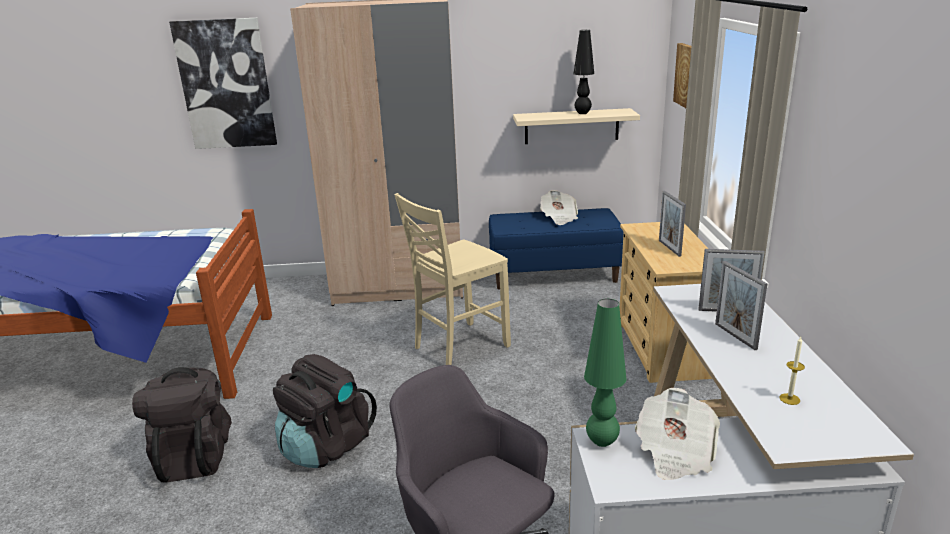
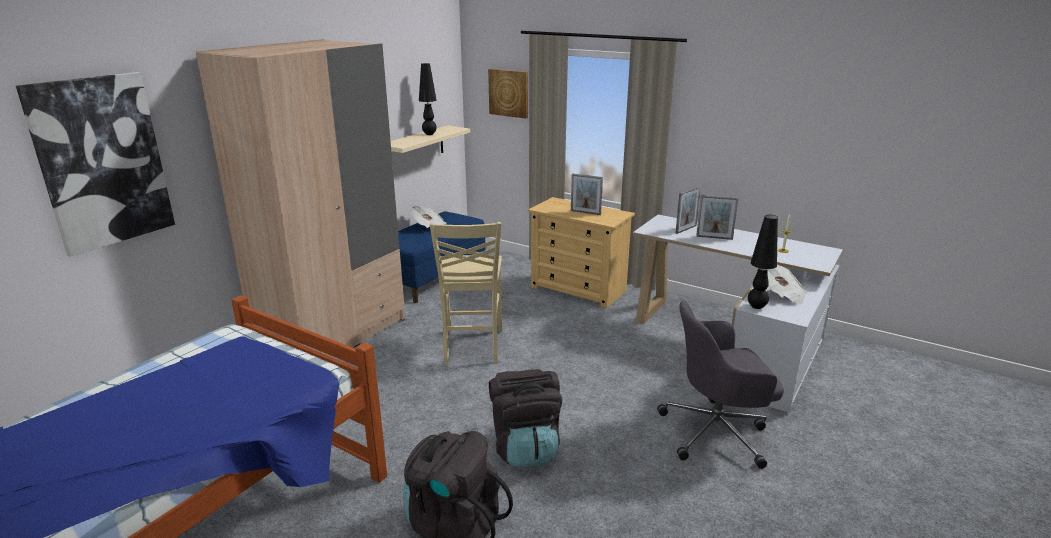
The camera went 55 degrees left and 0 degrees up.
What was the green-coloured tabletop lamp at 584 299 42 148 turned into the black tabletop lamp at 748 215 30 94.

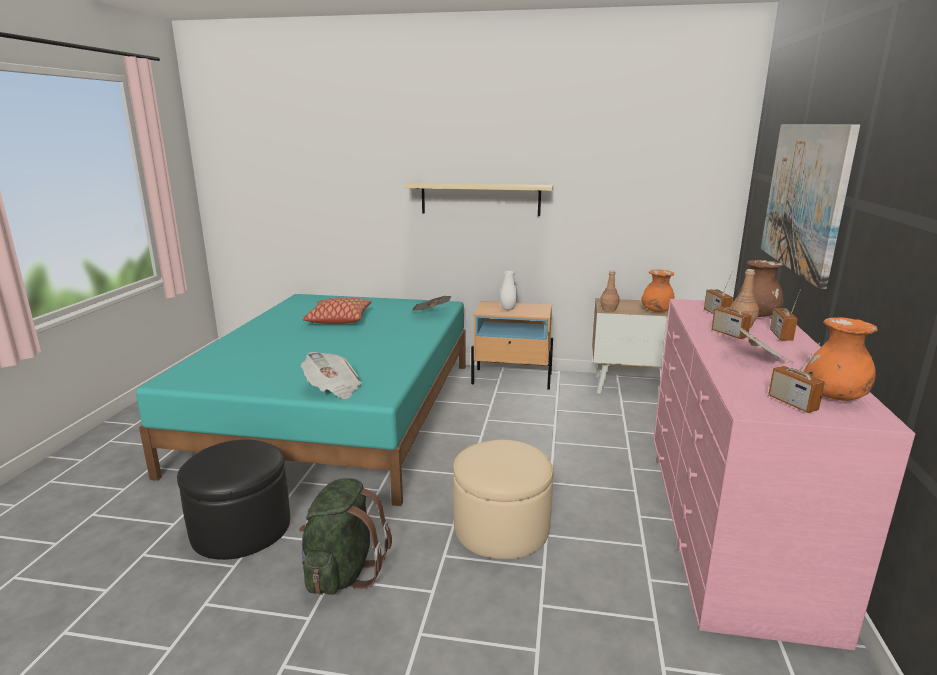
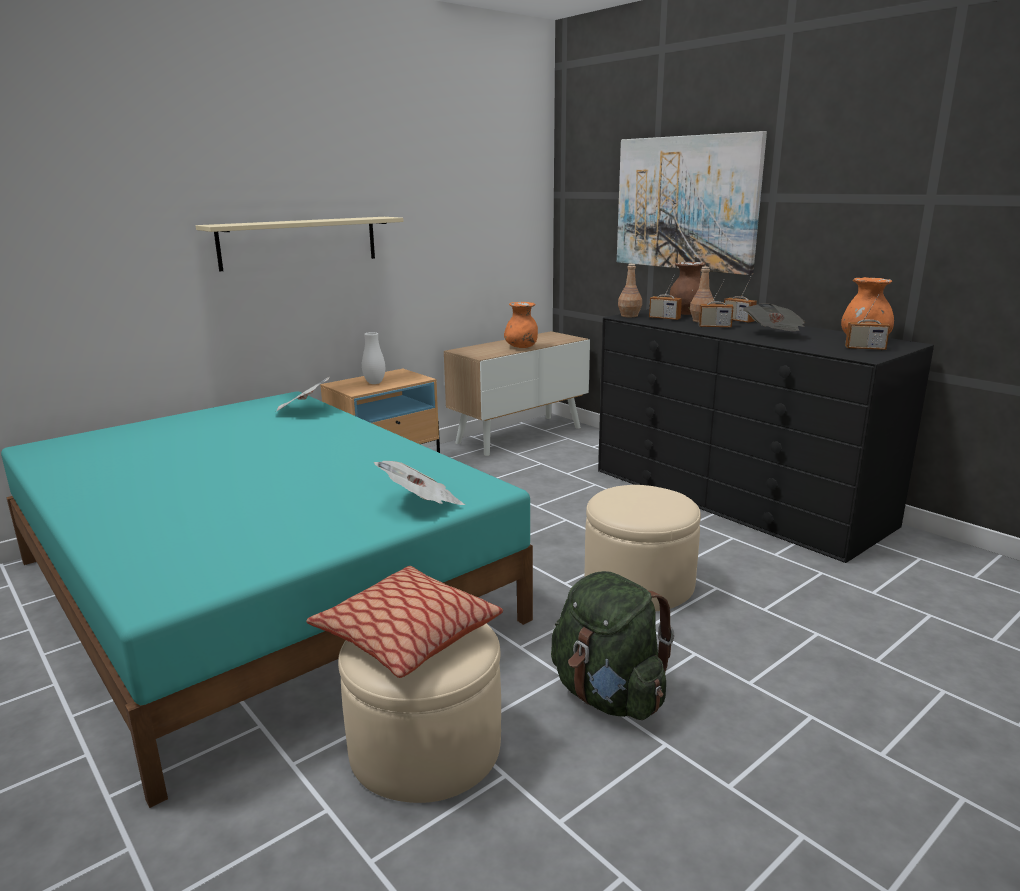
The camera went 50 degrees left and 0 degrees up.
The throw pillow ended up elsewhere, having gone from 303 298 68 26 to 306 566 197 112.
What was the black footrest at 177 440 113 120 turned into the beige-coloured footrest at 338 624 163 179.
What was the pinkish dresser at 654 299 261 351 turned into the black dresser at 598 309 336 254.
The brown bottle ended up elsewhere, having gone from 600 270 20 42 to 618 264 24 53.

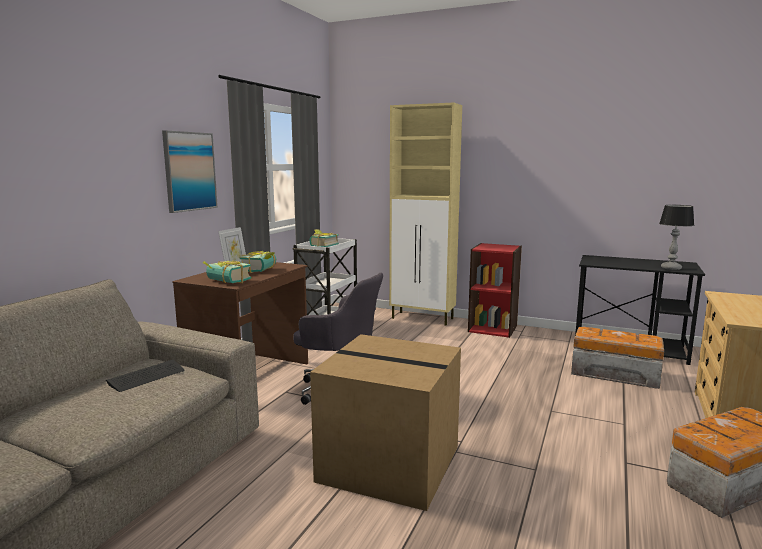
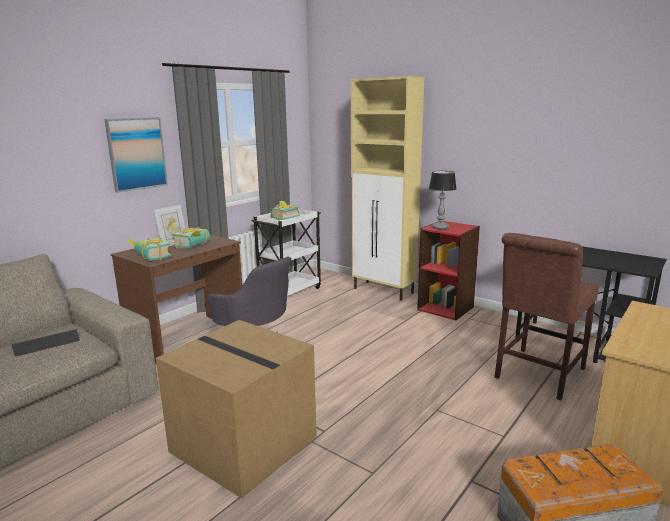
The camera went 15 degrees right and 5 degrees up.
The tabletop lamp ended up elsewhere, having gone from 659 205 35 65 to 429 171 27 58.
Where the storage container stood at 571 327 93 62, the brown plain chair came to stand at 494 233 105 167.

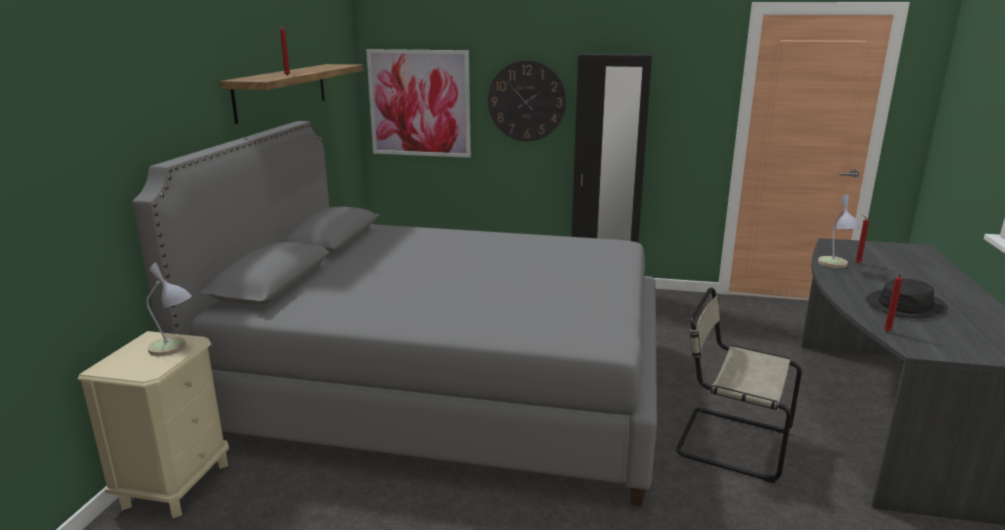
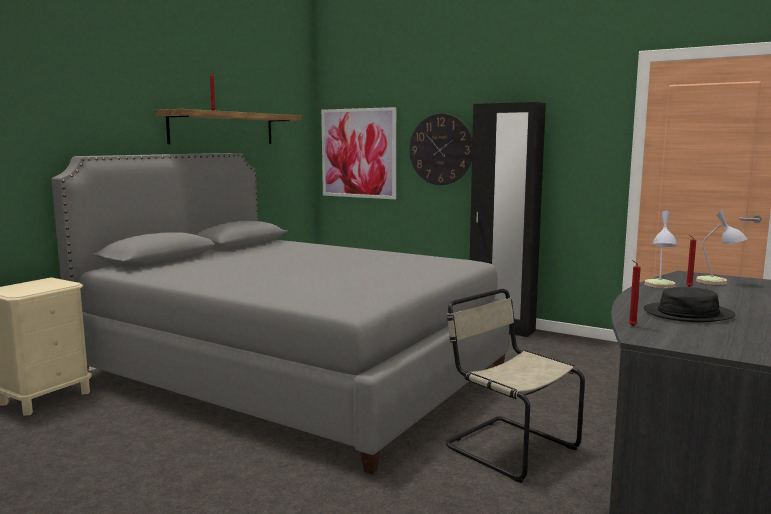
The camera went 20 degrees right and 10 degrees down.
The tabletop lamp ended up elsewhere, having gone from 146 262 46 94 to 696 209 51 76.

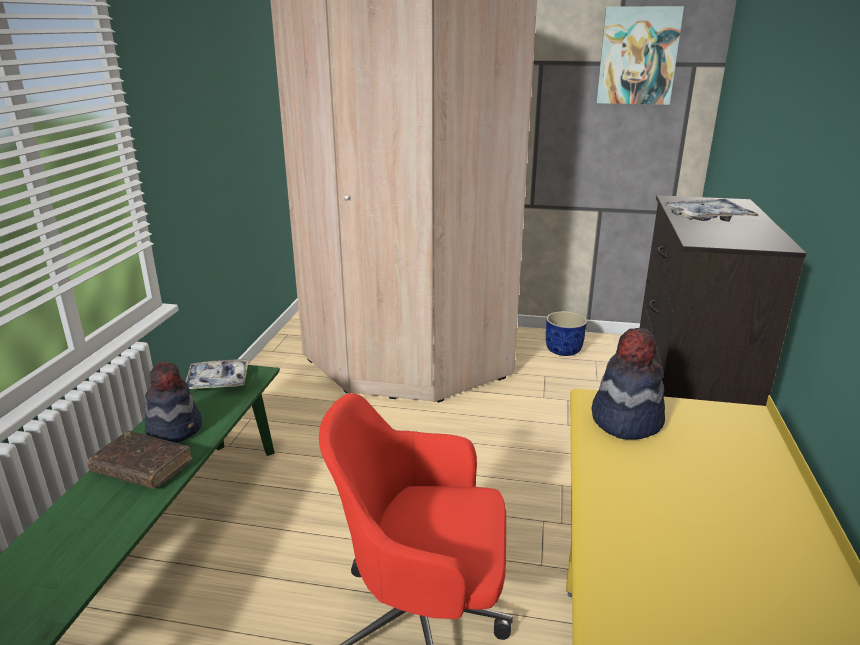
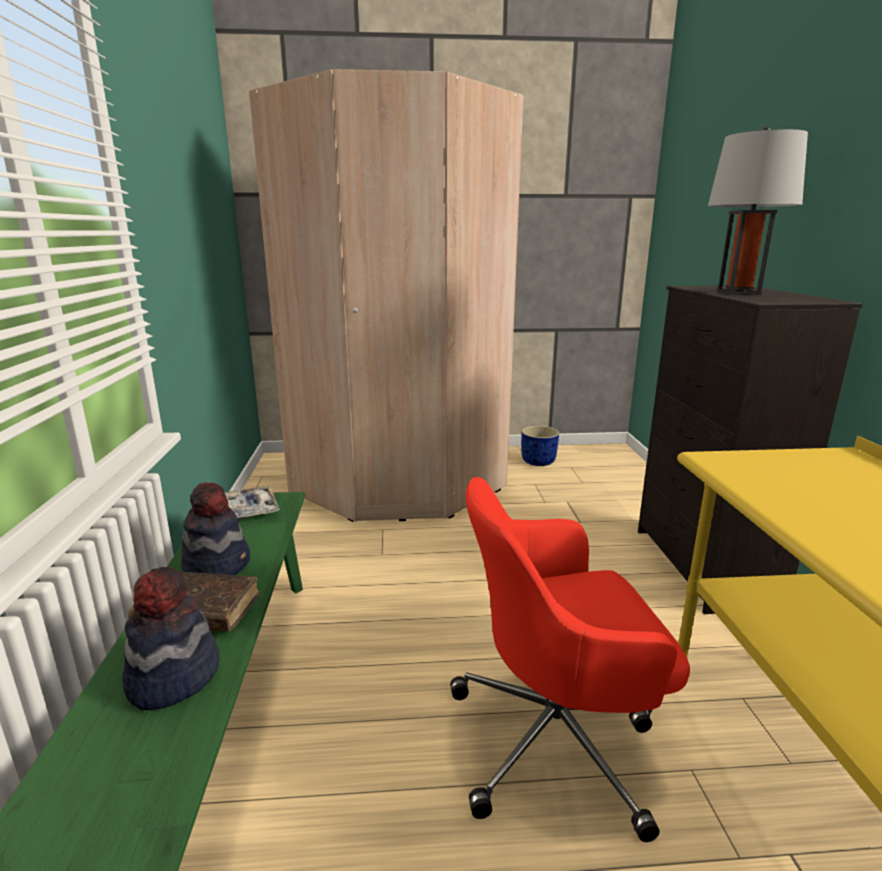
The camera went 15 degrees left and 5 degrees down.
The wearable hat ended up elsewhere, having gone from 592 328 73 112 to 123 567 97 143.
Where the serving tray stood at 663 199 96 23, the gray tabletop lamp came to stand at 708 126 100 169.
The second view lost the wall picture at 596 6 88 99.

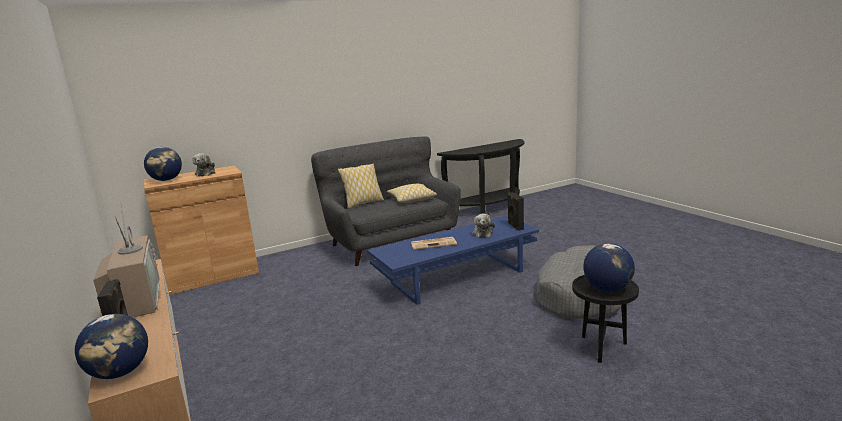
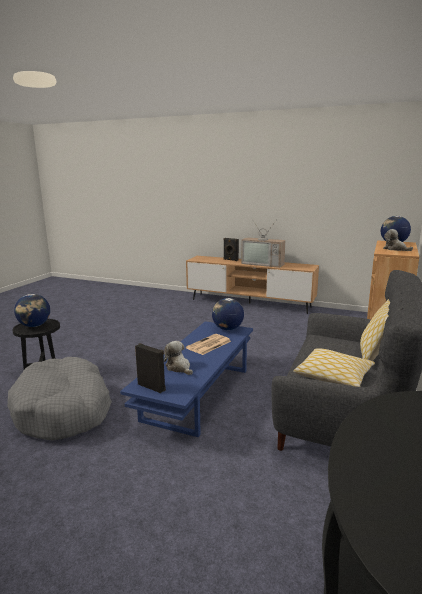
The camera went 140 degrees right and 0 degrees up.
The desk globe ended up elsewhere, having gone from 75 314 73 65 to 212 298 32 32.

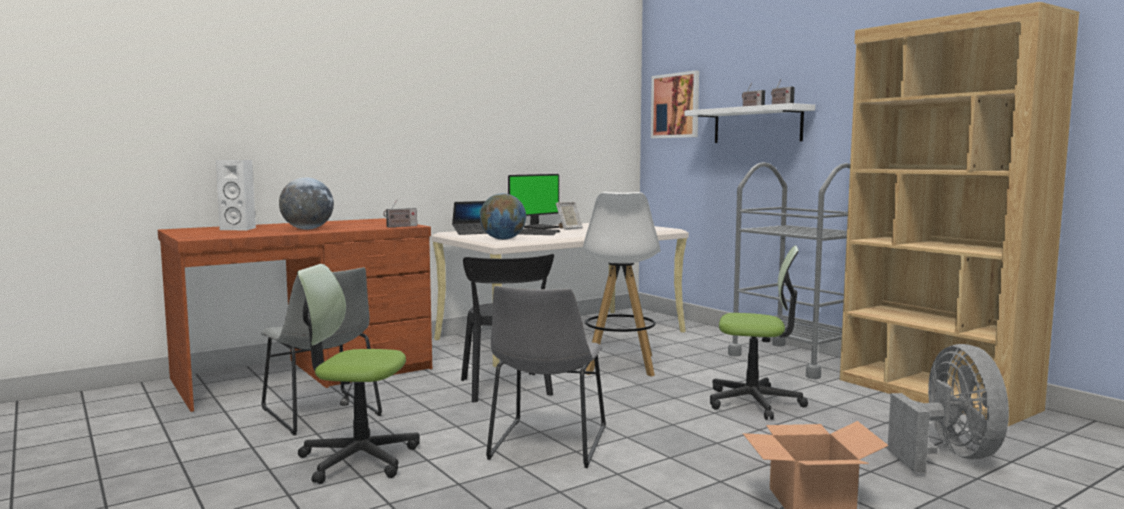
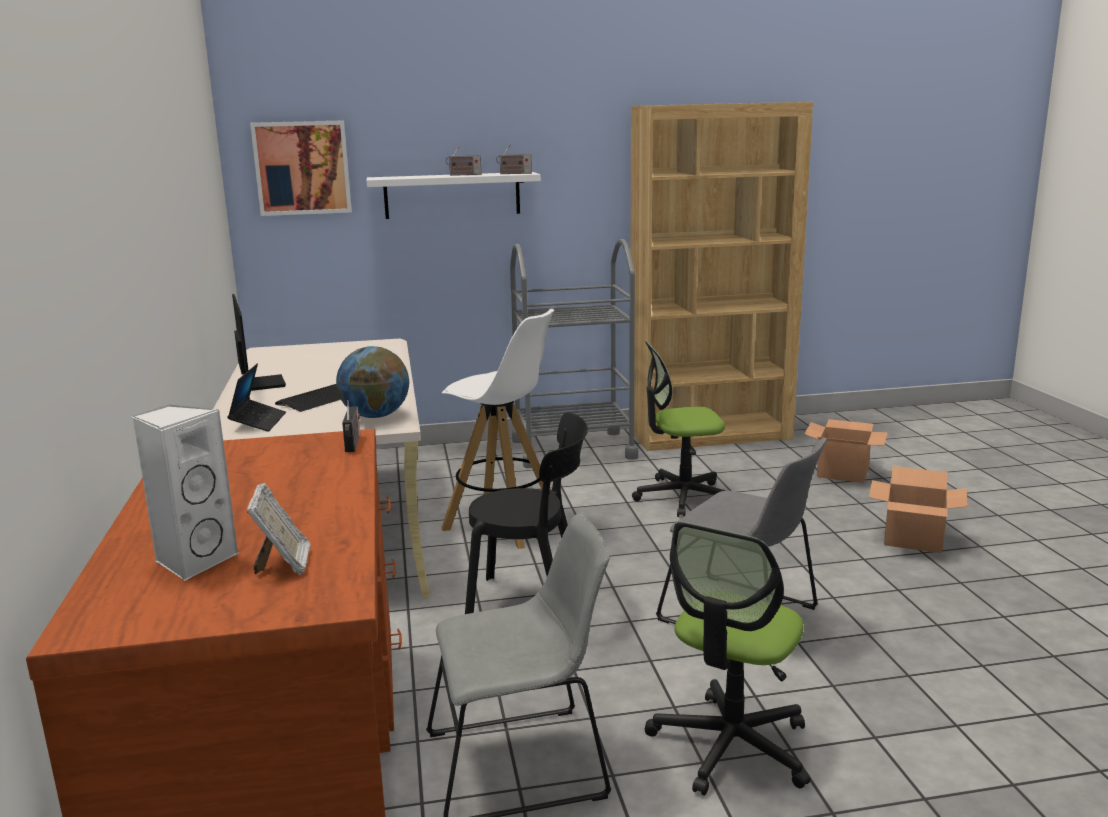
The camera went 65 degrees left and 10 degrees up.
The picture frame ended up elsewhere, having gone from 556 202 27 28 to 247 483 64 92.
The desk chair at 710 245 98 175 ended up facing another way, 135 degrees counterclockwise from before.
Where the gray electric fan stood at 887 344 122 129, the carton came to stand at 804 419 84 64.
The second view lost the desk globe at 279 177 55 52.

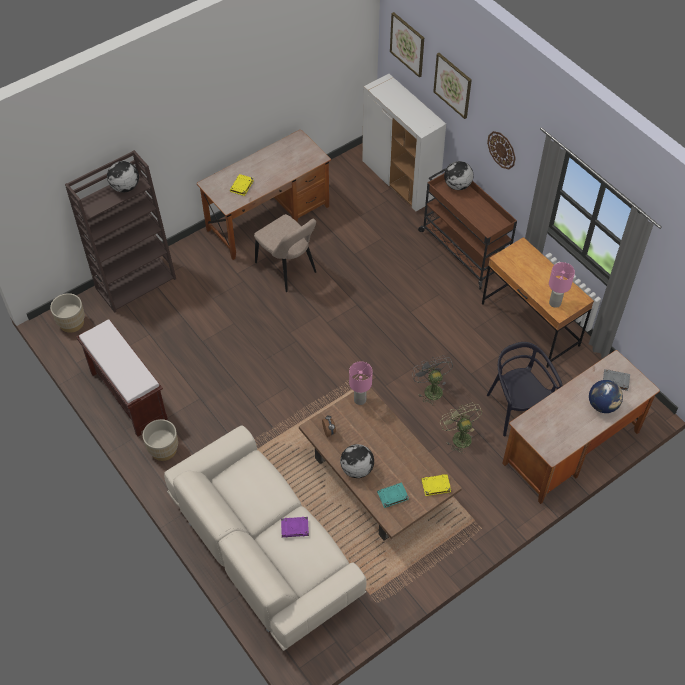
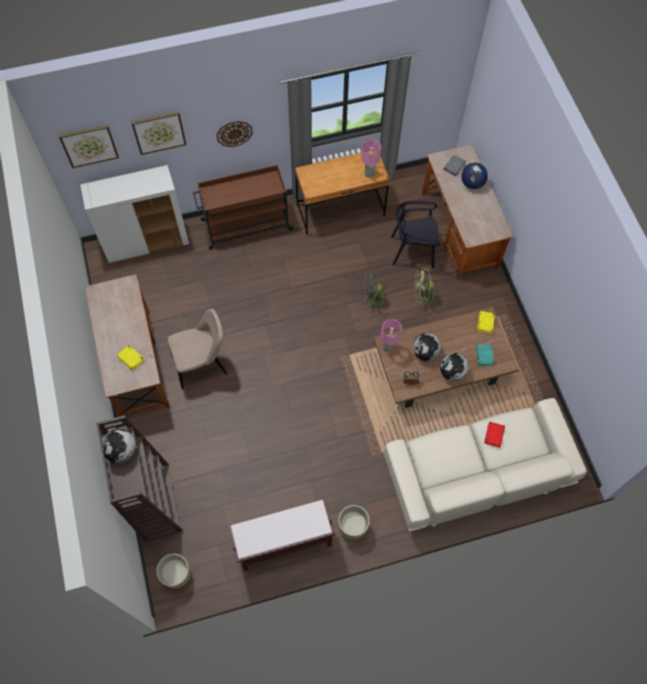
The camera went 70 degrees left and 10 degrees up.
The desk globe ended up elsewhere, having gone from 444 161 29 29 to 413 333 28 28.
What was the purplish book at 281 517 28 21 turned into the red book at 484 422 21 26.

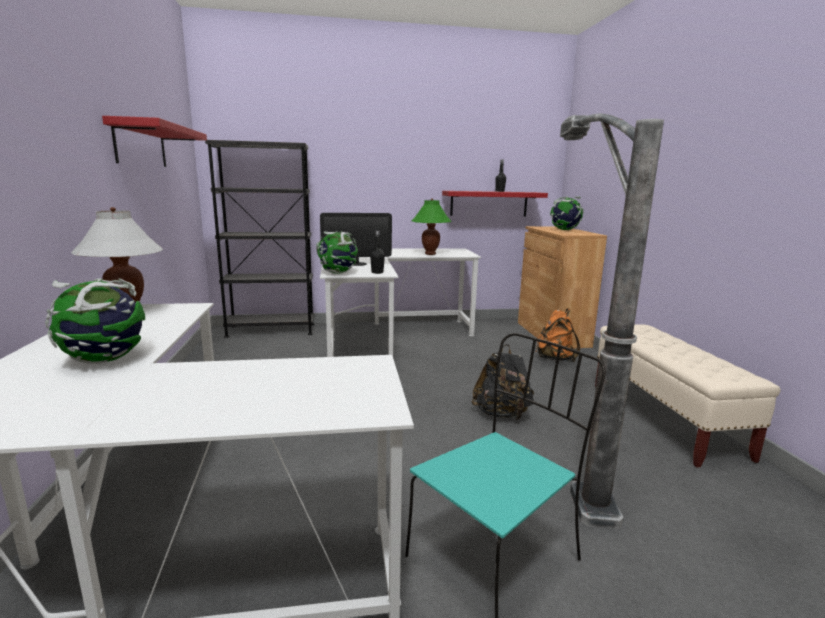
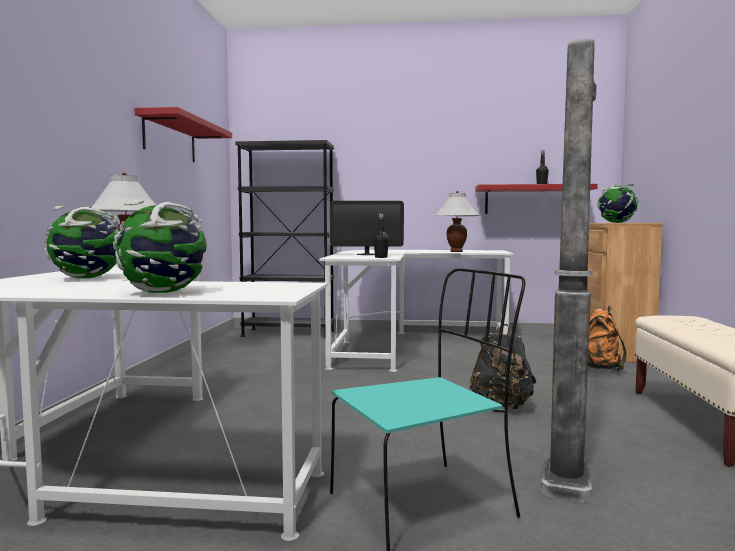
The camera went 15 degrees right and 10 degrees down.
The desk globe ended up elsewhere, having gone from 316 231 42 43 to 113 200 94 93.
What was the green-coloured tabletop lamp at 411 198 40 57 turned into the white tabletop lamp at 435 191 45 61.

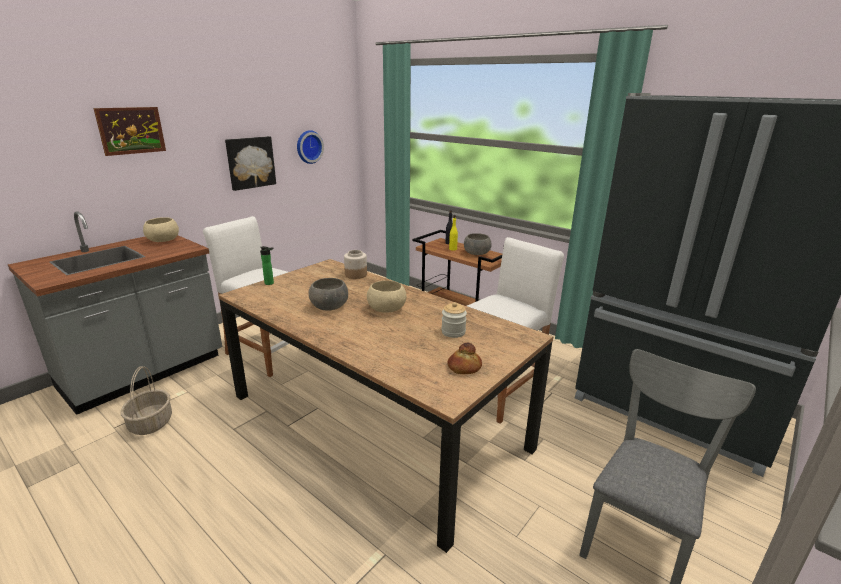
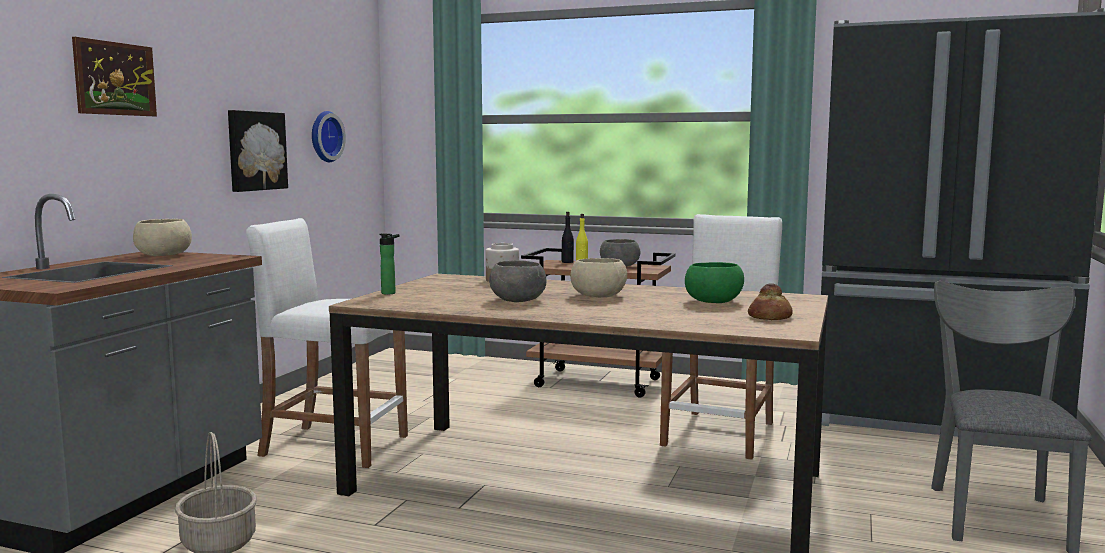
The camera went 20 degrees left and 15 degrees down.
Where the storage jar stood at 441 302 26 36, the green-coloured bowl came to stand at 685 262 59 41.

